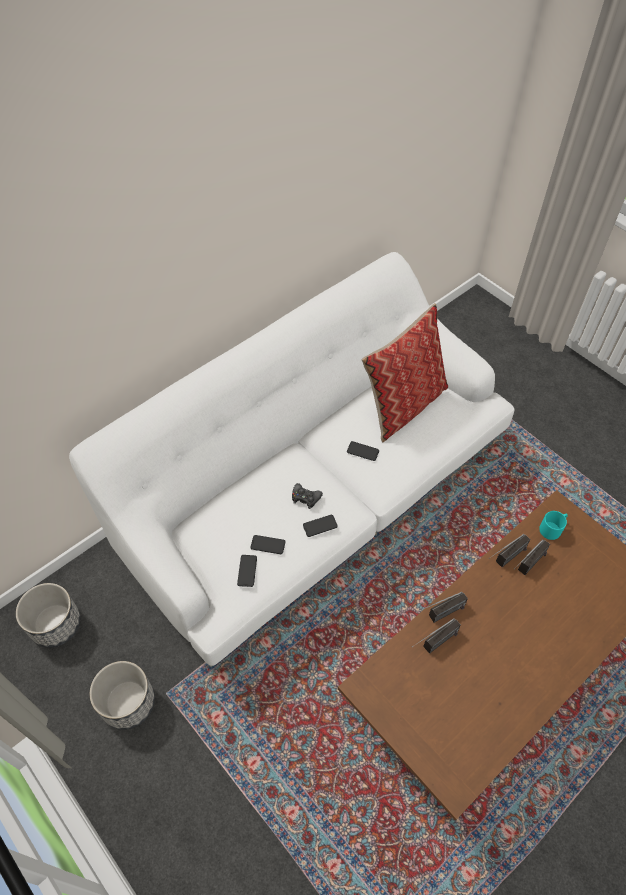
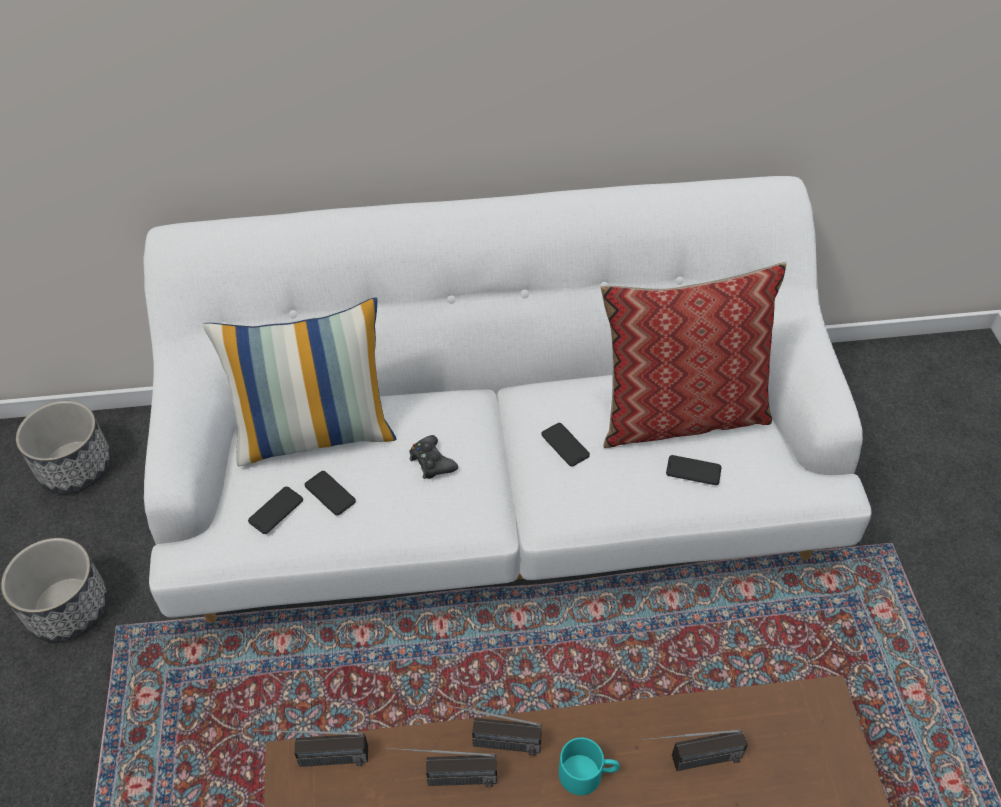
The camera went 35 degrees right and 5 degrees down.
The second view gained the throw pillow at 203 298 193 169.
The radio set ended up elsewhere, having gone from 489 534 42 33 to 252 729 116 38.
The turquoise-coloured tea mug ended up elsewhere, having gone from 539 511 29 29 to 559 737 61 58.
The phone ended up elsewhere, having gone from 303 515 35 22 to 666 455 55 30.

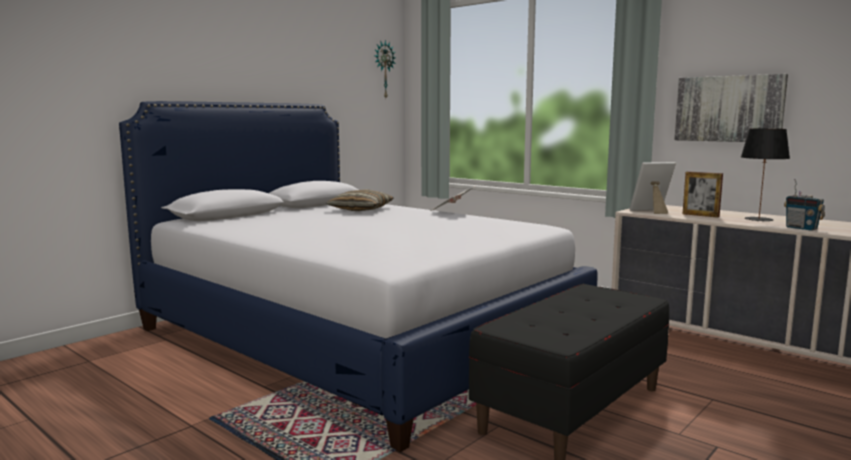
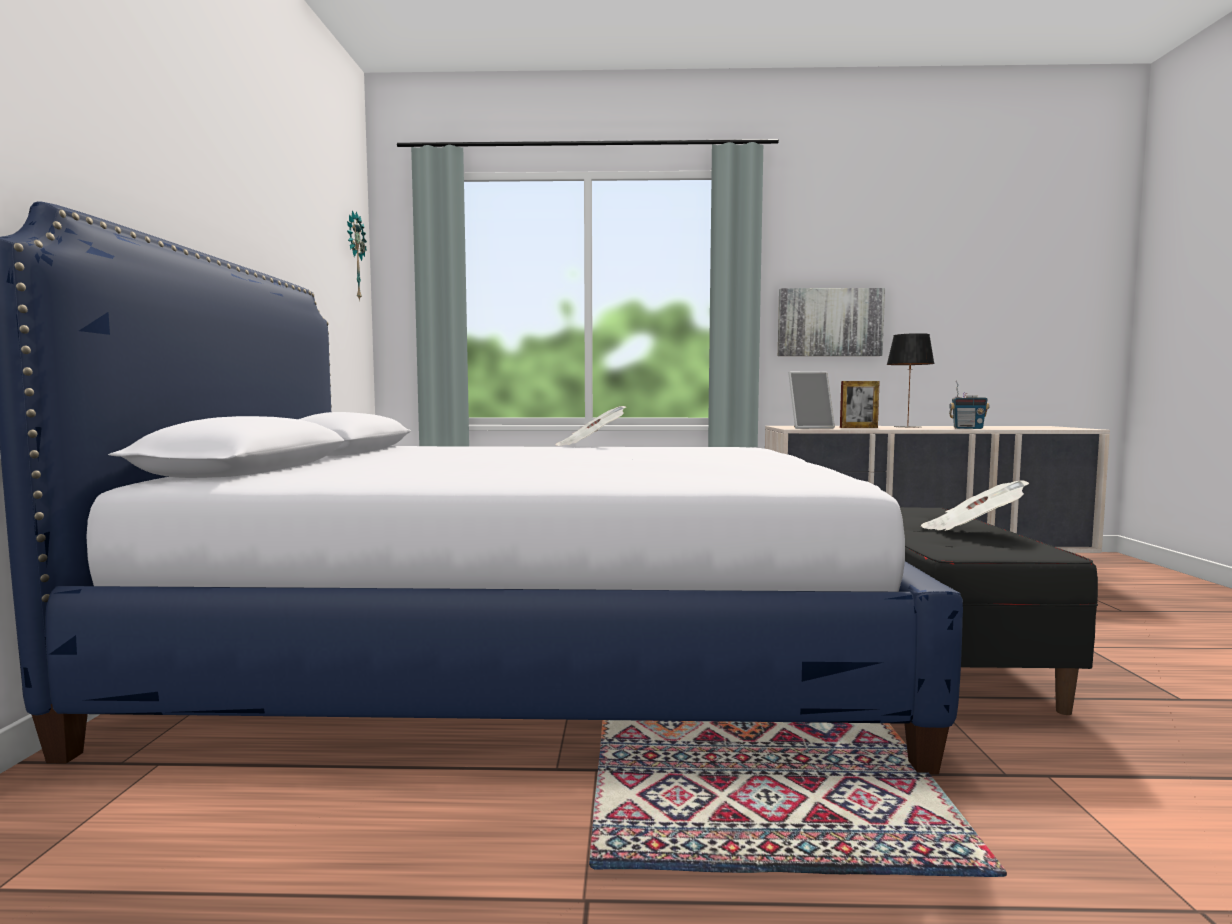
The camera went 40 degrees left and 5 degrees down.
The picture frame at 630 162 46 52 ended up facing another way, 135 degrees counterclockwise from before.
The second view gained the daily paper at 921 480 108 51.
The second view lost the throw pillow at 326 189 68 22.

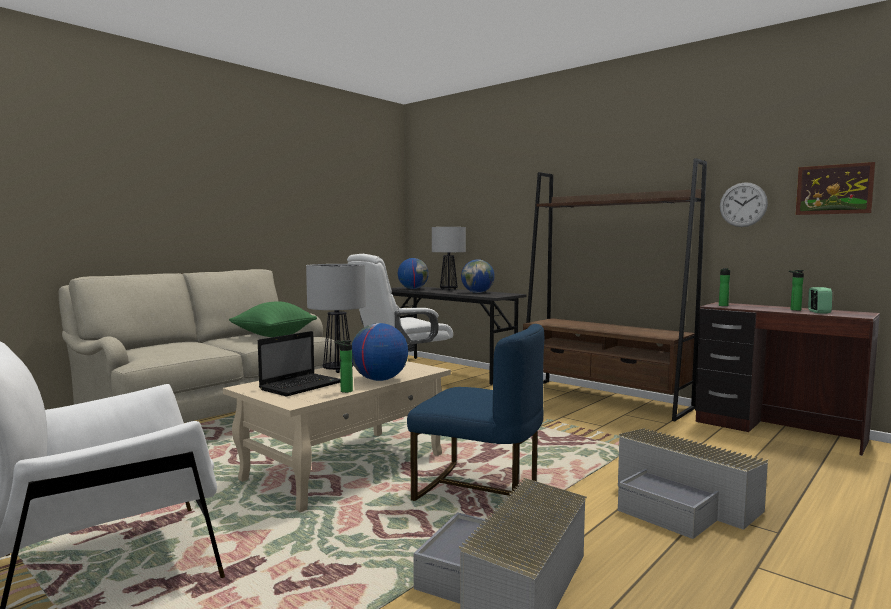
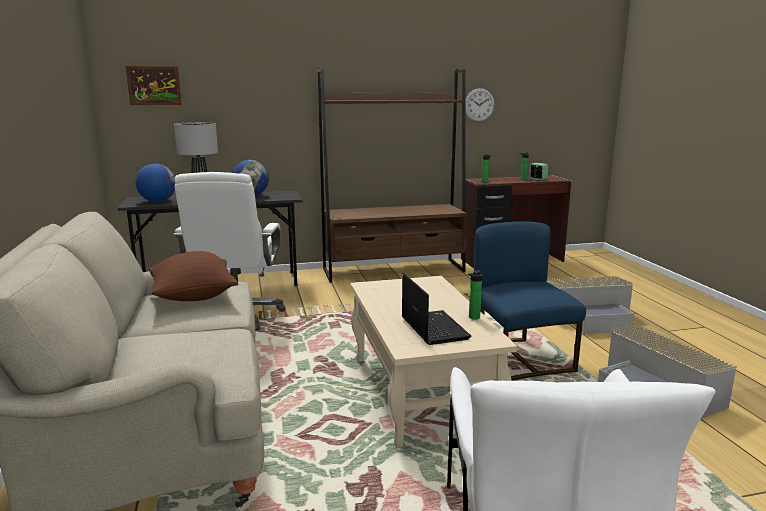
The camera went 55 degrees left and 10 degrees up.
The wall picture ended up elsewhere, having gone from 796 162 79 53 to 125 66 57 39.
What was the green-coloured throw pillow at 229 301 88 36 turned into the brown throw pillow at 149 251 89 50.
The blue-coloured plain chair at 407 324 137 177 ended up facing another way, 75 degrees counterclockwise from before.
The second view lost the tabletop lamp at 306 264 60 109.
The second view lost the desk globe at 352 323 56 58.

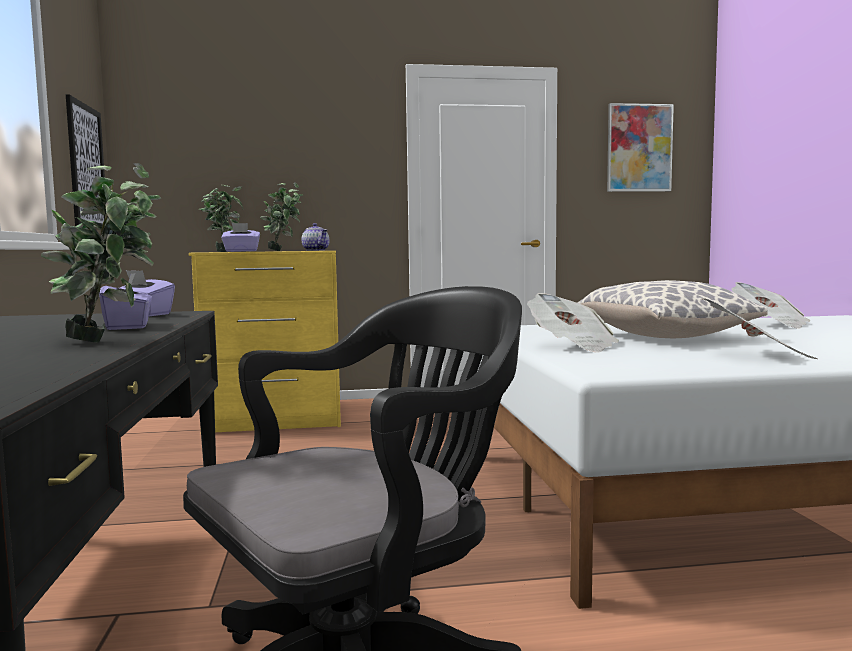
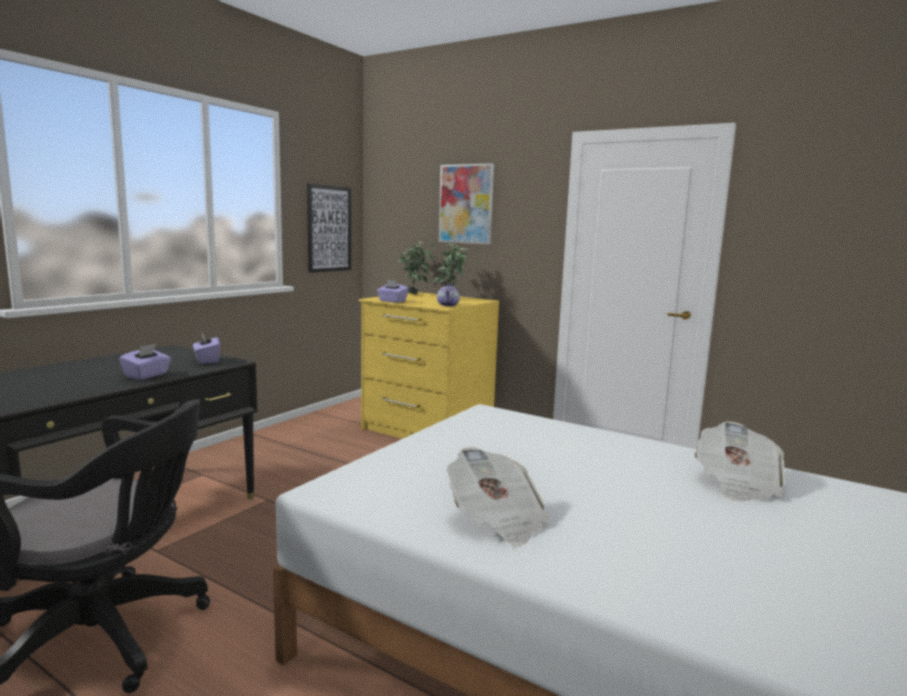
The camera went 40 degrees right and 5 degrees up.
The wall picture ended up elsewhere, having gone from 607 103 67 89 to 439 163 55 81.
The second view lost the potted plant at 41 163 121 179.
The second view lost the daily paper at 527 293 92 60.
The second view lost the throw pillow at 578 280 189 58.

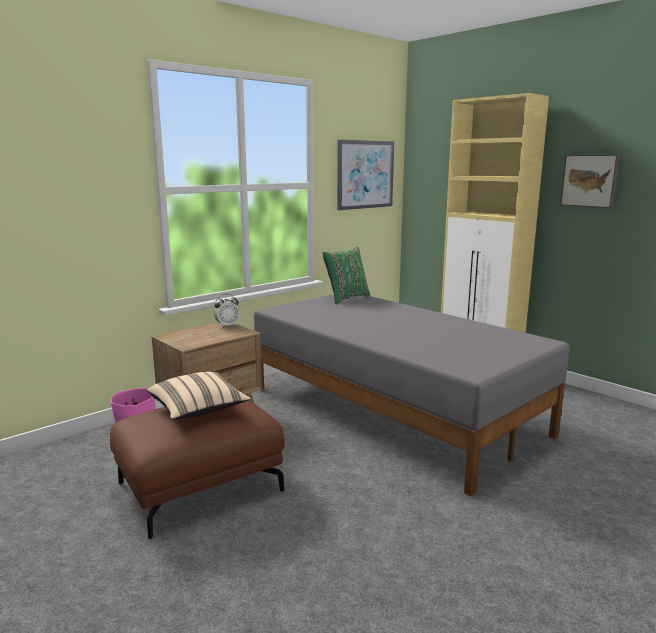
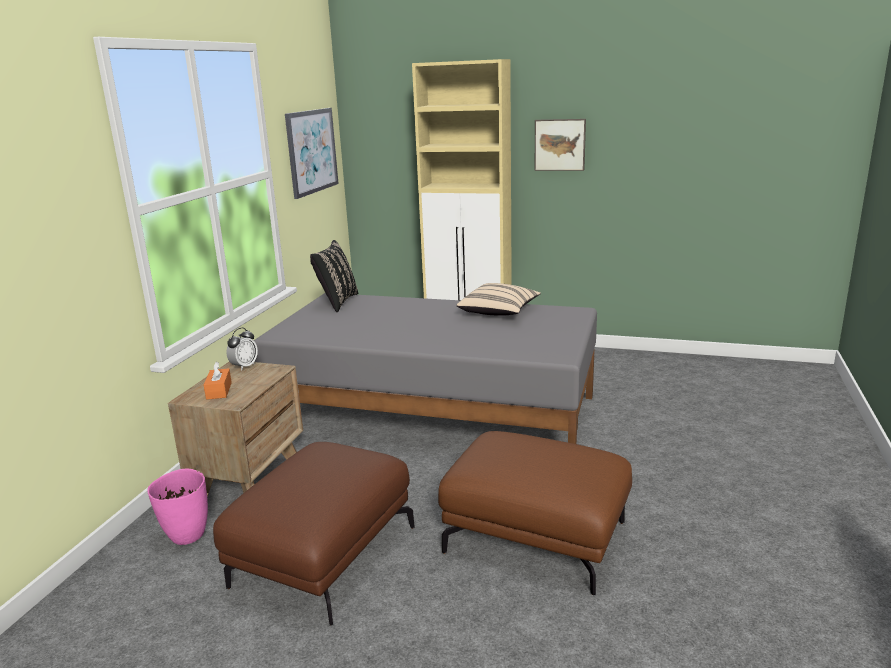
The camera went 30 degrees left and 5 degrees up.
The second view gained the orange tissue holder at 204 362 28 38.
What was the green-coloured throw pillow at 323 246 47 58 turned into the black throw pillow at 310 240 48 72.
The second view gained the brown footrest at 438 431 194 164.
The beige-coloured throw pillow ended up elsewhere, having gone from 147 372 104 47 to 457 283 84 33.

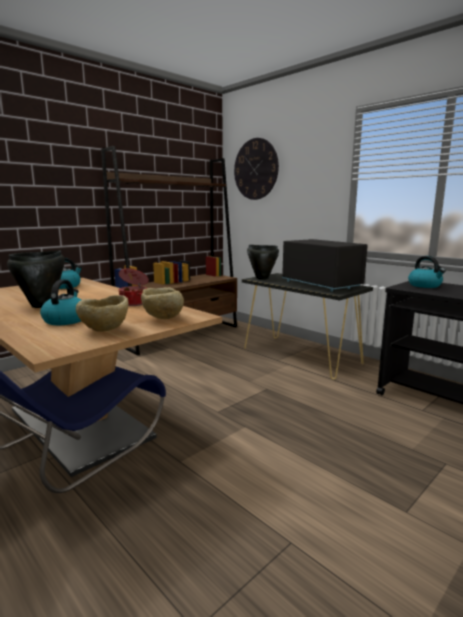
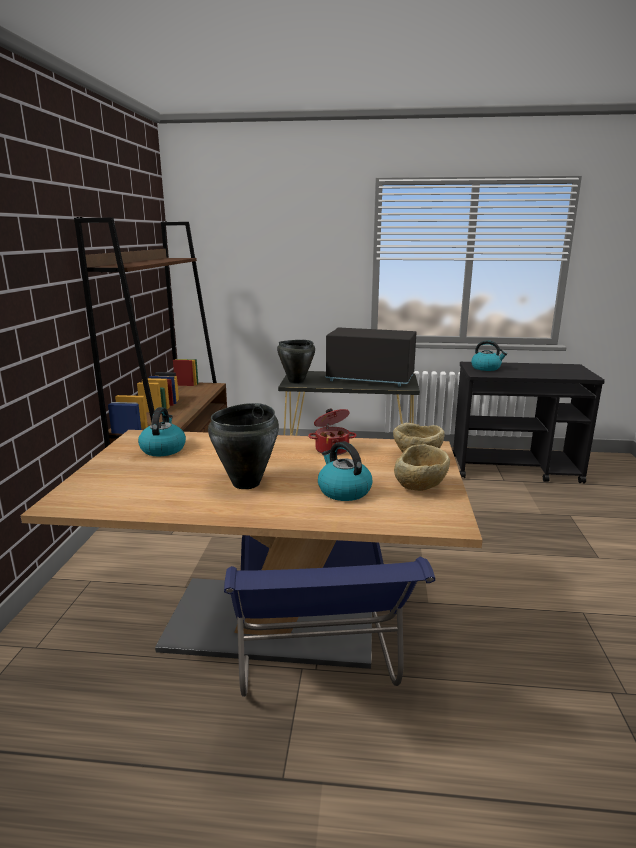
The camera went 40 degrees left and 5 degrees up.
The second view lost the hanging clock at 234 138 45 62.

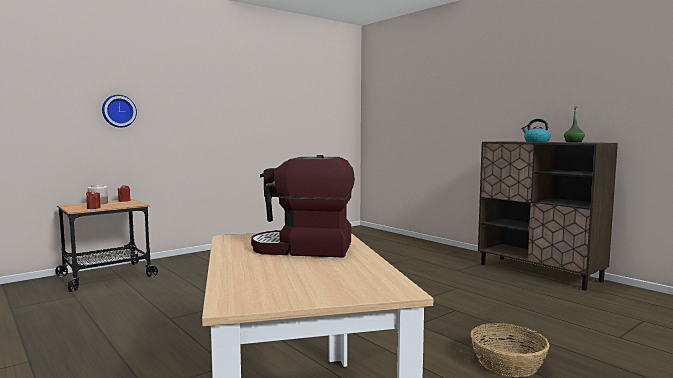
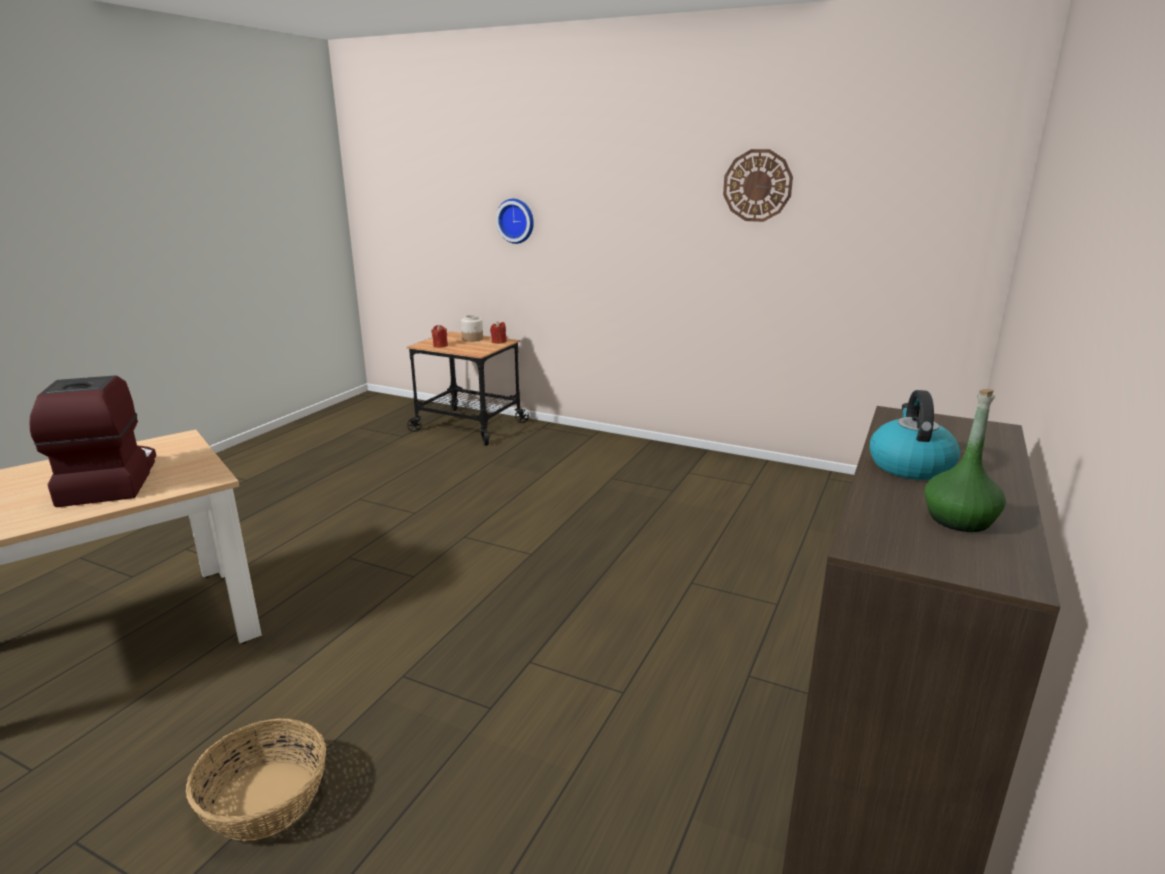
The camera went 65 degrees right and 15 degrees up.
The second view gained the hanging clock at 723 149 70 73.

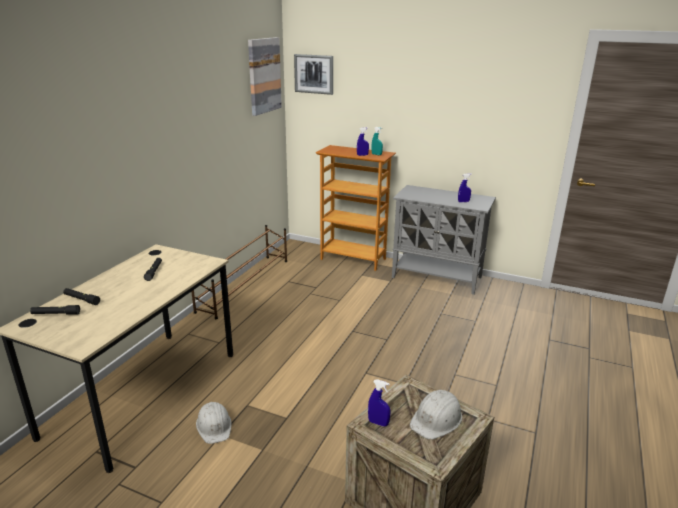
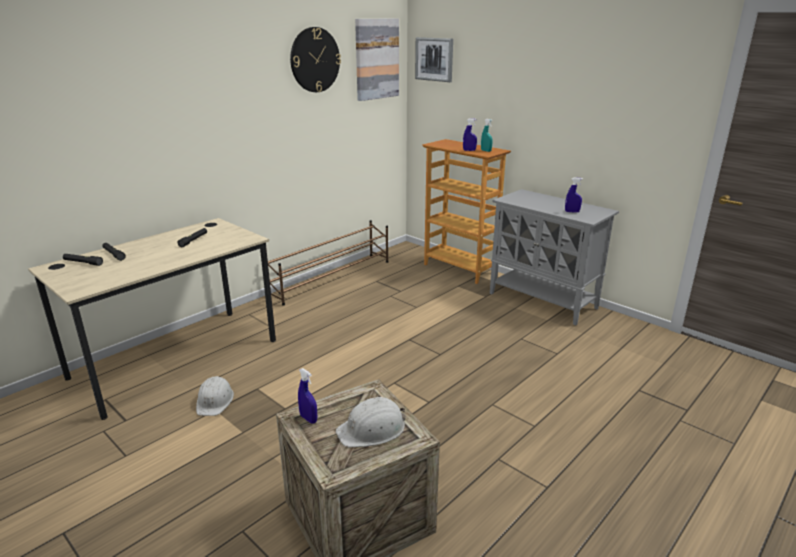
The camera went 20 degrees right and 0 degrees up.
The second view gained the hanging clock at 290 27 51 65.

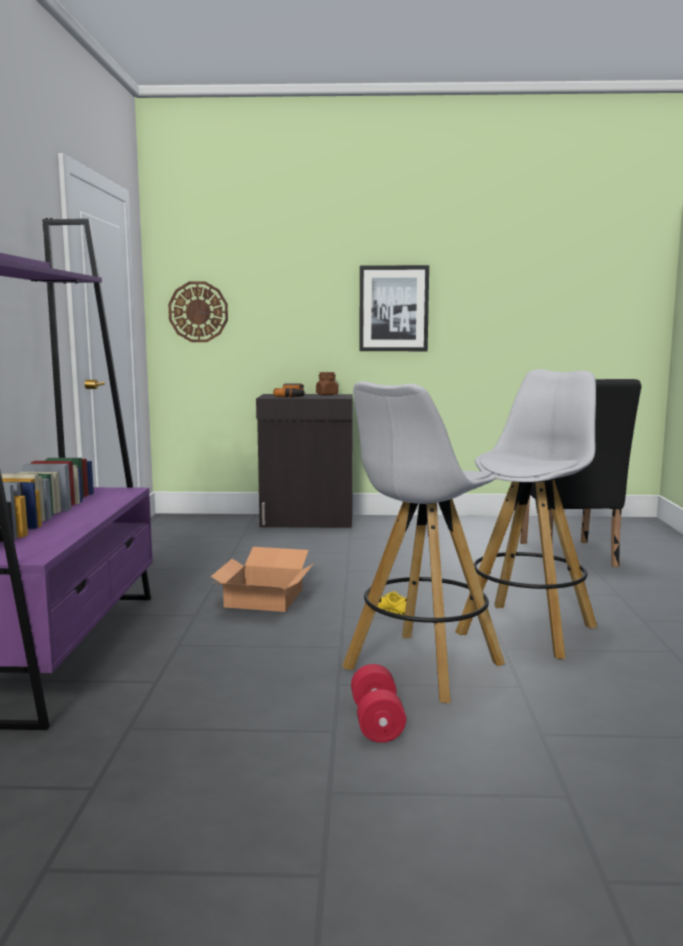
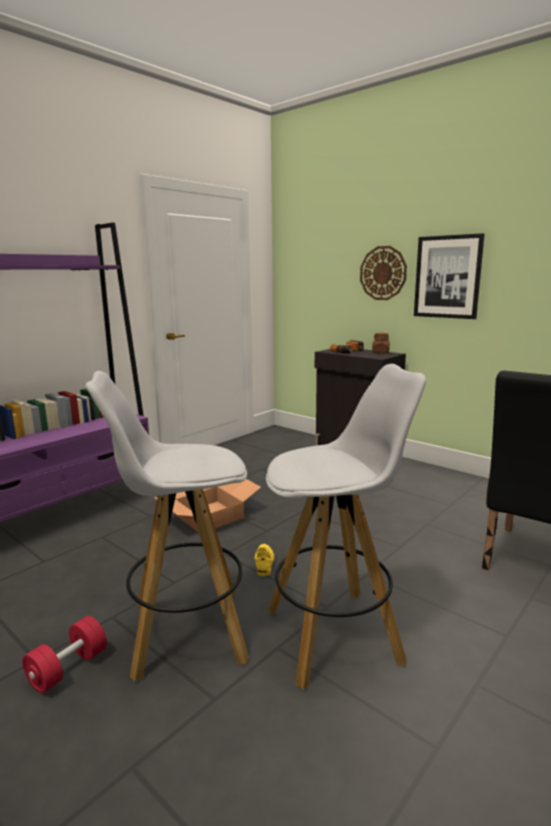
The camera went 40 degrees right and 5 degrees up.
The hanging clock ended up elsewhere, having gone from 168 281 60 61 to 360 246 47 54.

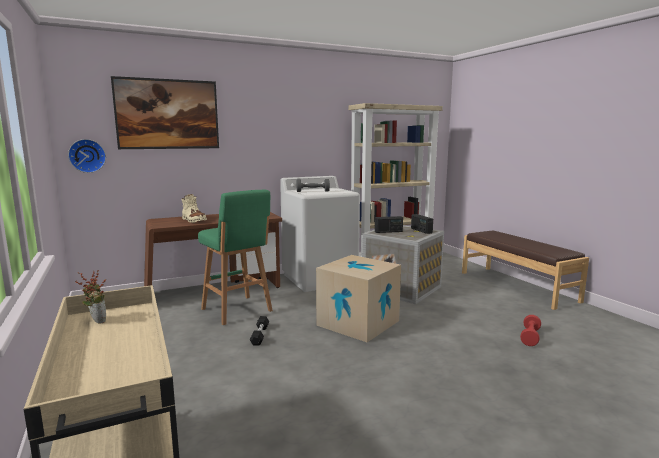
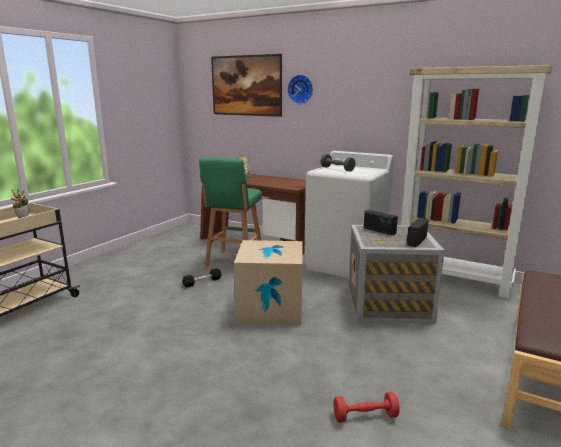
The camera went 55 degrees right and 5 degrees up.
The hanging clock ended up elsewhere, having gone from 68 139 38 34 to 287 75 26 29.

